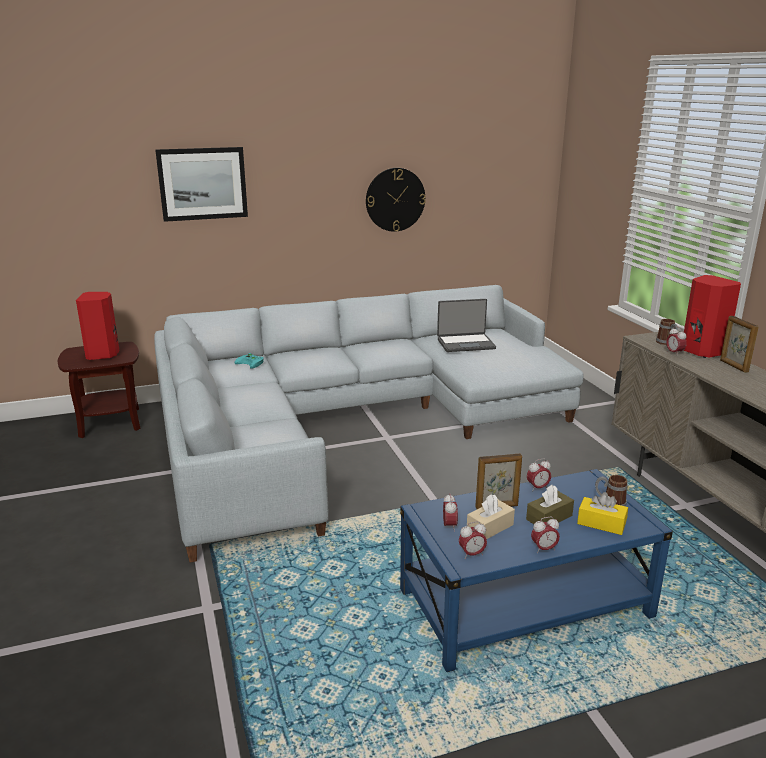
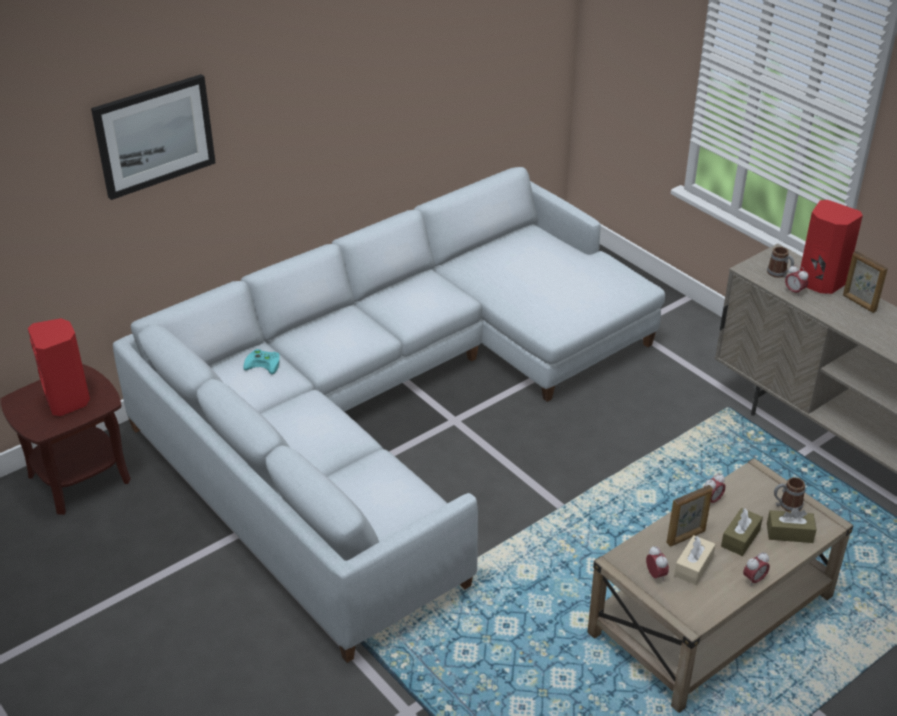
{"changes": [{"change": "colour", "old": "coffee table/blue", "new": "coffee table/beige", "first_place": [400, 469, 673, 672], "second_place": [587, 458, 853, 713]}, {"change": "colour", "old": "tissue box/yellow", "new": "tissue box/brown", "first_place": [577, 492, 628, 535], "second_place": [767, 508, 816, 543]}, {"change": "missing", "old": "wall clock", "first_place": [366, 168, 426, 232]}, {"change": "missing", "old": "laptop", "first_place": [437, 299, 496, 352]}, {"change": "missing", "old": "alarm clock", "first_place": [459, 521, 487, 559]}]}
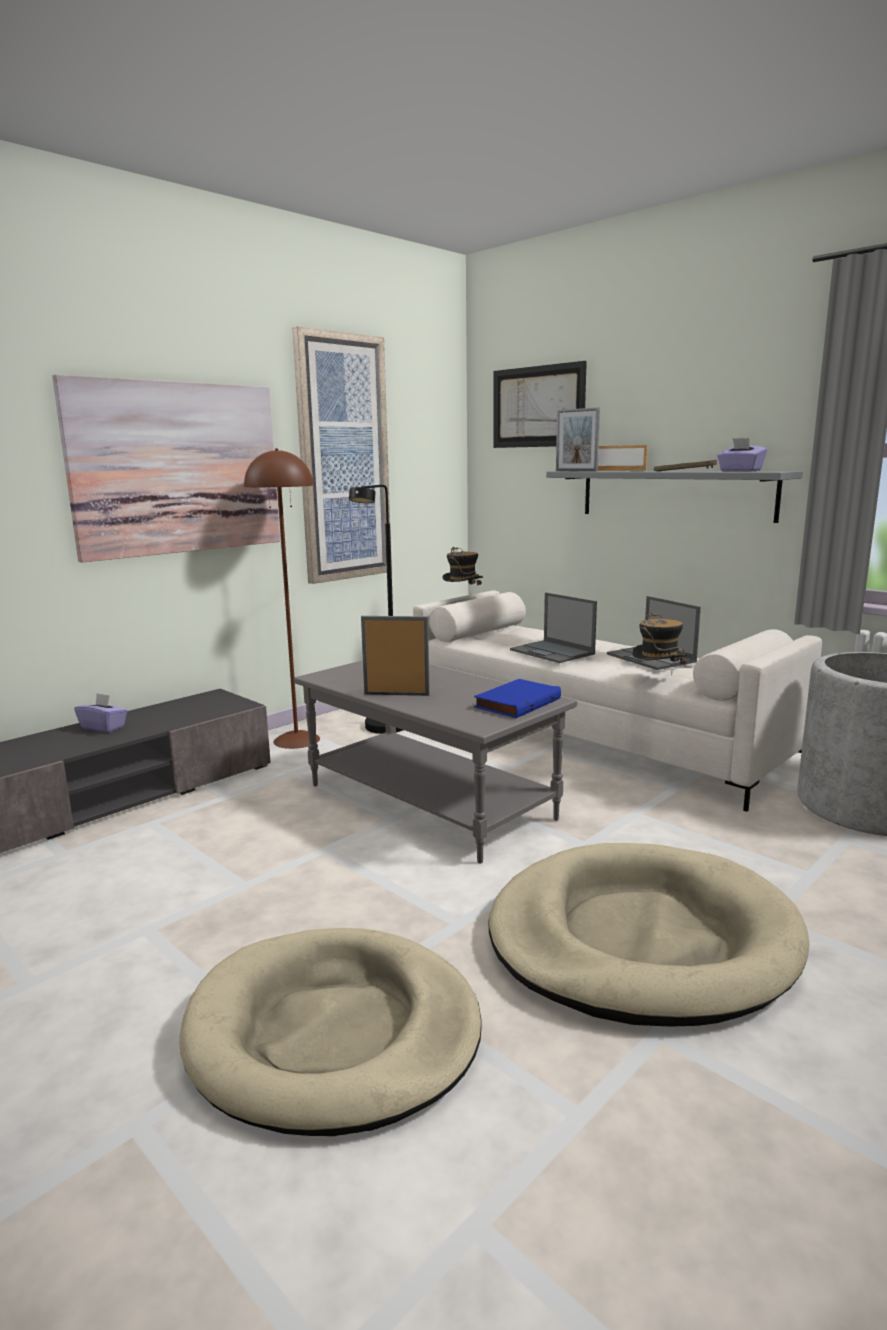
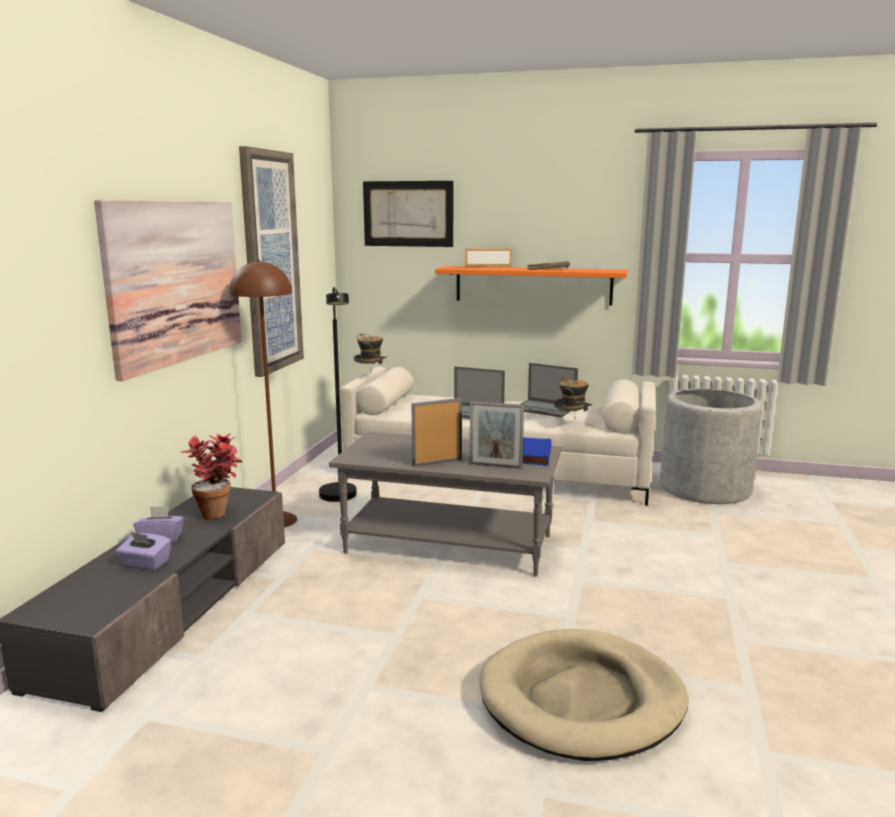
{"changes": [{"change": "relocated", "old": "tissue box/purple", "first_place": [717, 438, 767, 472], "second_place": [116, 532, 171, 571]}, {"change": "appeared", "new": "potted plant", "second_place": [181, 434, 242, 520]}, {"change": "colour", "old": "shelf/grey", "new": "shelf/orange", "first_place": [546, 471, 803, 523], "second_place": [435, 266, 628, 305]}, {"change": "relocated", "old": "picture frame", "first_place": [556, 407, 600, 471], "second_place": [470, 401, 524, 469]}, {"change": "missing", "old": "dog bed/beige", "first_place": [488, 843, 810, 1027]}]}
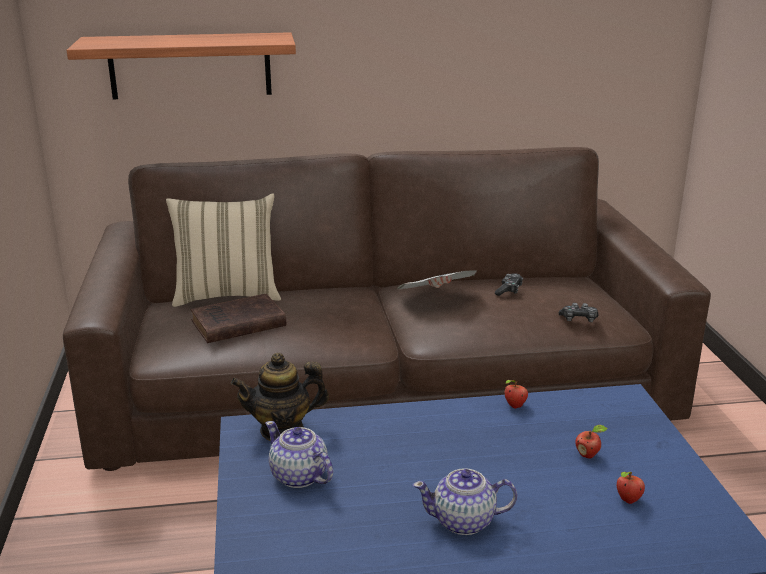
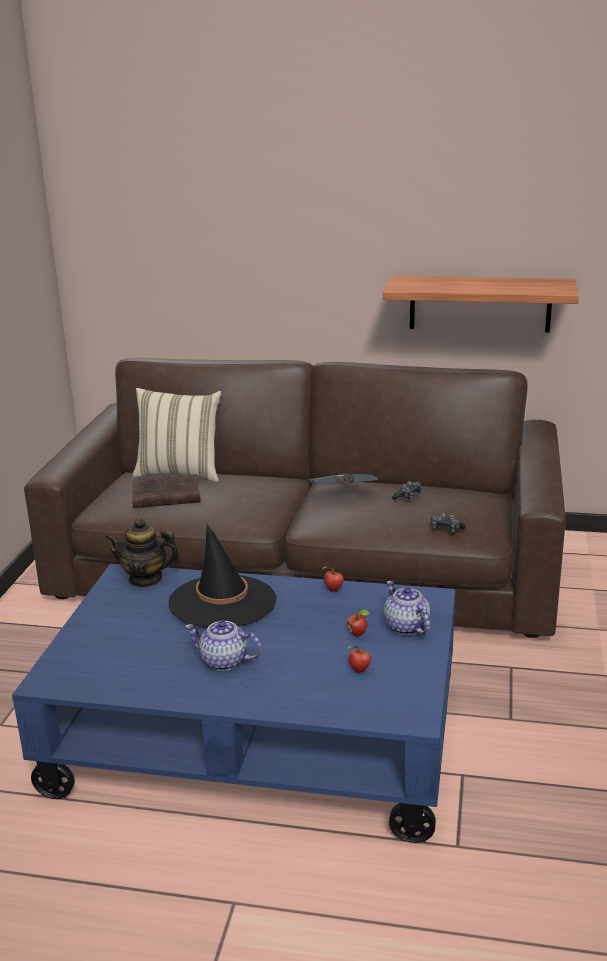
{"changes": [{"change": "appeared", "new": "hat/black", "second_place": [169, 523, 277, 628]}, {"change": "relocated", "old": "shelf", "first_place": [67, 32, 296, 99], "second_place": [383, 276, 579, 333]}, {"change": "relocated", "old": "teapot", "first_place": [265, 421, 333, 488], "second_place": [384, 581, 430, 635]}]}
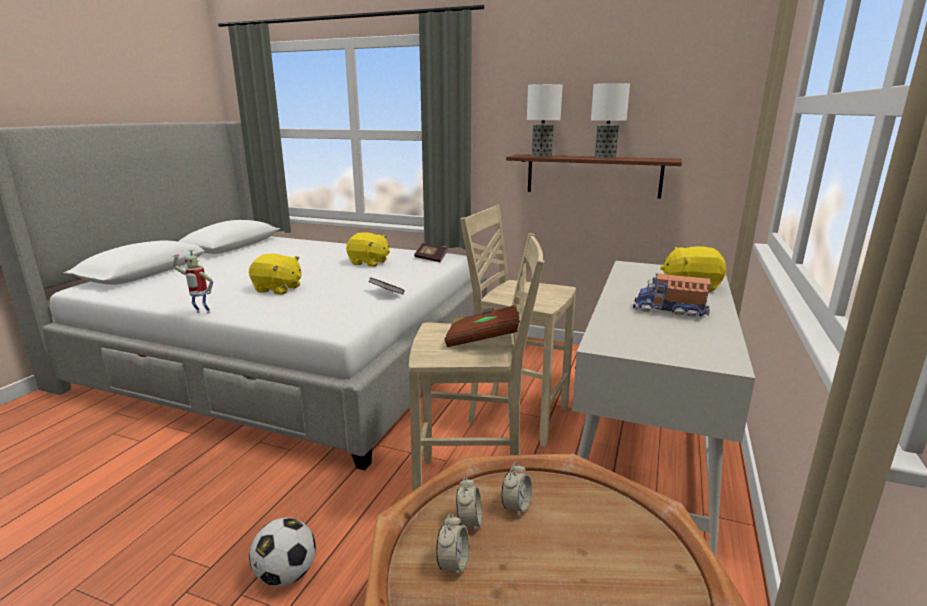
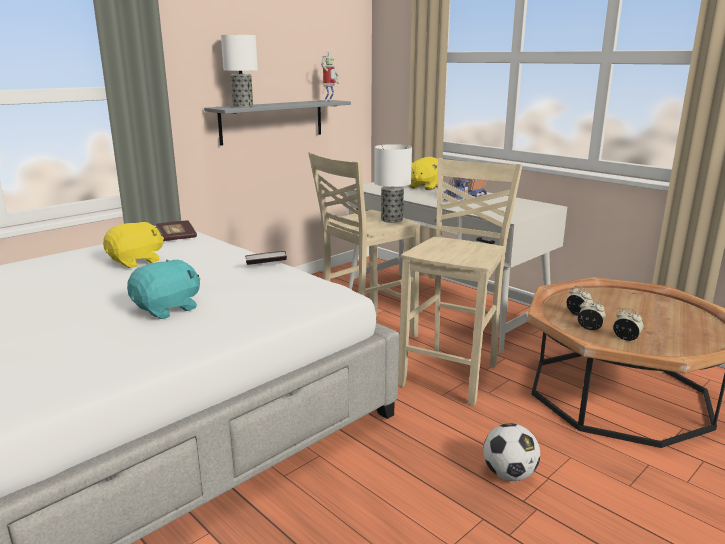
{"changes": [{"change": "colour", "old": "plush toy/yellow", "new": "plush toy/turquoise", "first_place": [249, 254, 302, 295], "second_place": [127, 260, 200, 319]}, {"change": "colour", "old": "shelf/brown", "new": "shelf/grey", "first_place": [506, 154, 682, 199], "second_place": [204, 100, 351, 146]}, {"change": "relocated", "old": "toy robot", "first_place": [172, 249, 213, 313], "second_place": [321, 53, 339, 101]}, {"change": "relocated", "old": "table lamp", "first_place": [591, 83, 630, 158], "second_place": [374, 144, 412, 223]}, {"change": "missing", "old": "book/brown", "first_place": [445, 304, 520, 347]}]}
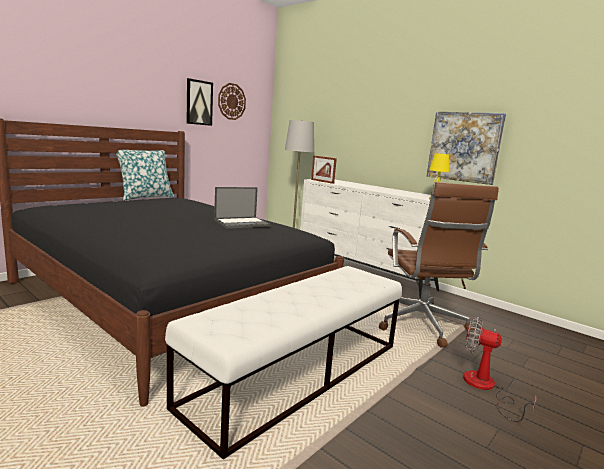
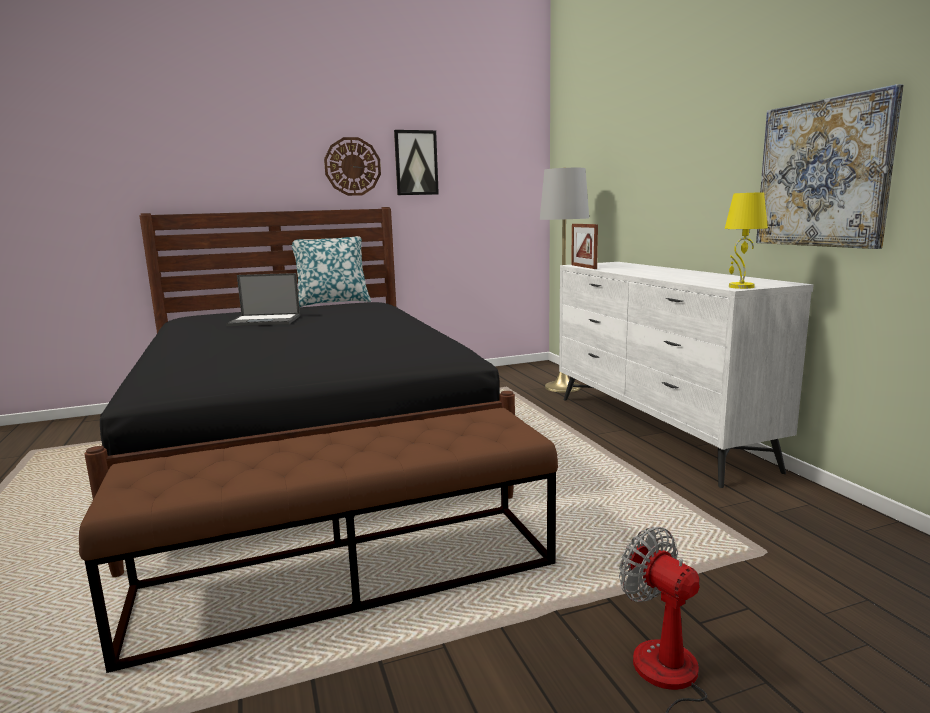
{"changes": [{"change": "colour", "old": "bench/white", "new": "bench/brown", "first_place": [165, 266, 402, 459], "second_place": [79, 408, 558, 673]}, {"change": "relocated", "old": "laptop", "first_place": [214, 187, 271, 229], "second_place": [226, 273, 300, 327]}, {"change": "relocated", "old": "wall clock", "first_place": [218, 83, 246, 120], "second_place": [324, 137, 381, 196]}, {"change": "missing", "old": "office chair/brown", "first_place": [379, 182, 499, 348]}]}
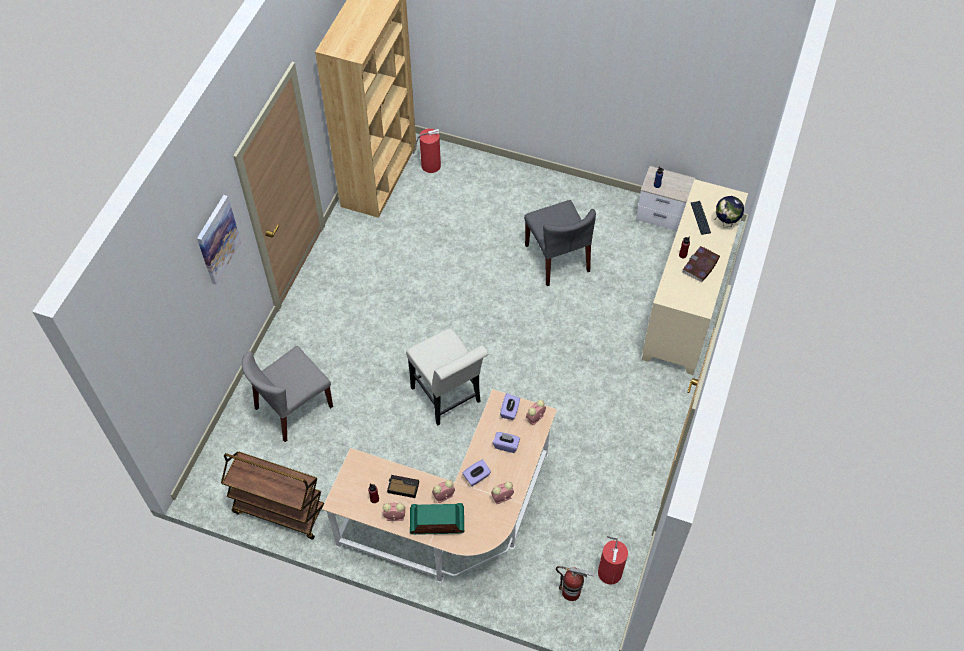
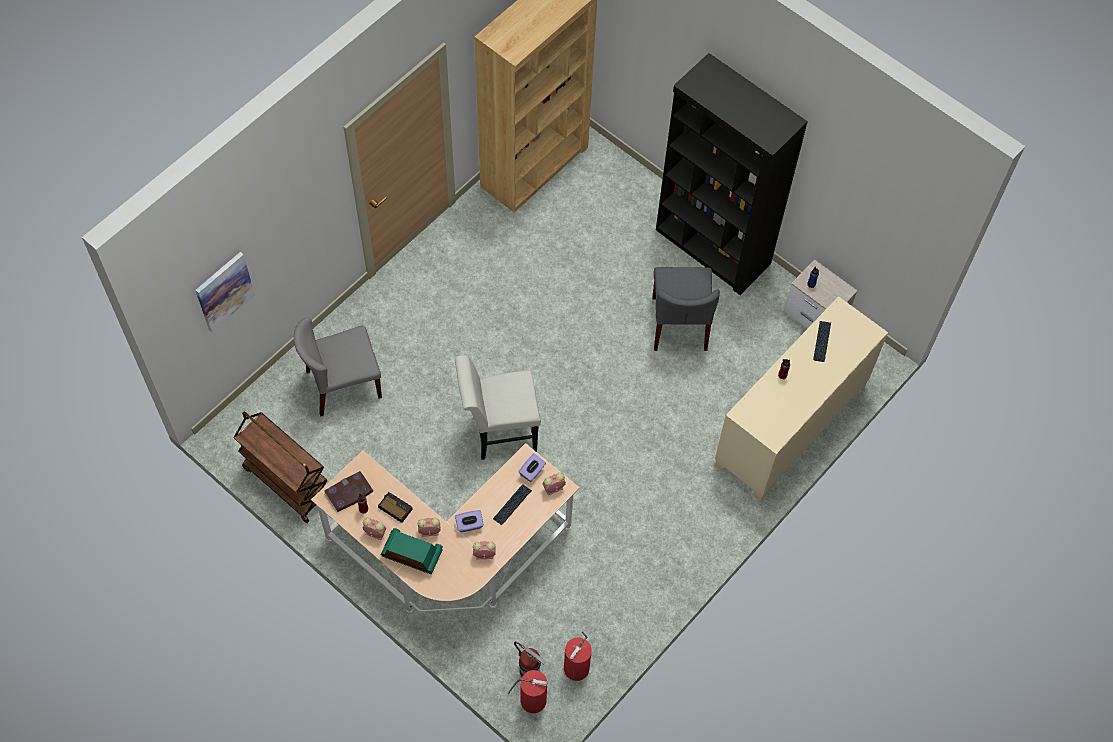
{"changes": [{"change": "relocated", "old": "picture", "first_place": [197, 195, 241, 285], "second_place": [195, 252, 255, 332]}, {"change": "relocated", "old": "book", "first_place": [682, 246, 720, 283], "second_place": [324, 471, 373, 512]}, {"change": "spun", "old": "chair/white", "first_place": [406, 328, 488, 425], "second_place": [455, 355, 541, 460], "degrees": 90}, {"change": "exchanged", "old": "tissue box/purple", "new": "keyboard", "first_place": [493, 432, 520, 453], "second_place": [493, 484, 532, 525]}, {"change": "relocated", "old": "fire extinguisher", "first_place": [413, 129, 441, 173], "second_place": [508, 670, 547, 713]}, {"change": "appeared", "new": "bookcase/black", "second_place": [656, 53, 808, 295]}, {"change": "missing", "old": "globe", "first_place": [715, 196, 744, 227]}]}
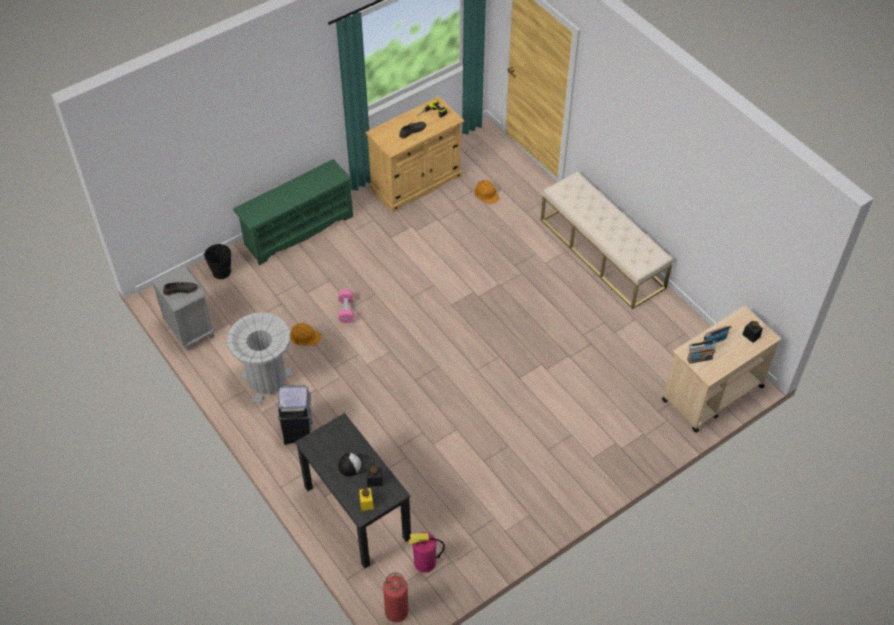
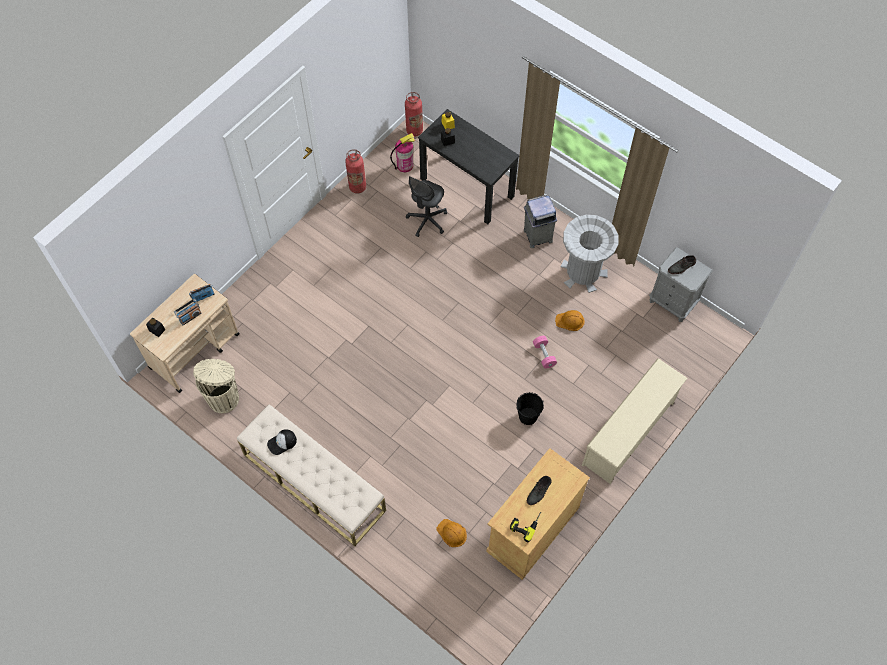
{"changes": [{"change": "appeared", "new": "trash can/beige", "second_place": [193, 359, 239, 413]}, {"change": "relocated", "old": "cap", "first_place": [338, 453, 372, 477], "second_place": [267, 429, 297, 455]}, {"change": "appeared", "new": "fire extinguisher", "second_place": [345, 149, 366, 194]}, {"change": "appeared", "new": "office chair/grey", "second_place": [406, 176, 447, 237]}, {"change": "relocated", "old": "bucket/black", "first_place": [204, 244, 231, 279], "second_place": [517, 392, 544, 425]}, {"change": "colour", "old": "shoe rack/green", "new": "shoe rack/beige", "first_place": [233, 159, 353, 265], "second_place": [582, 358, 688, 484]}]}
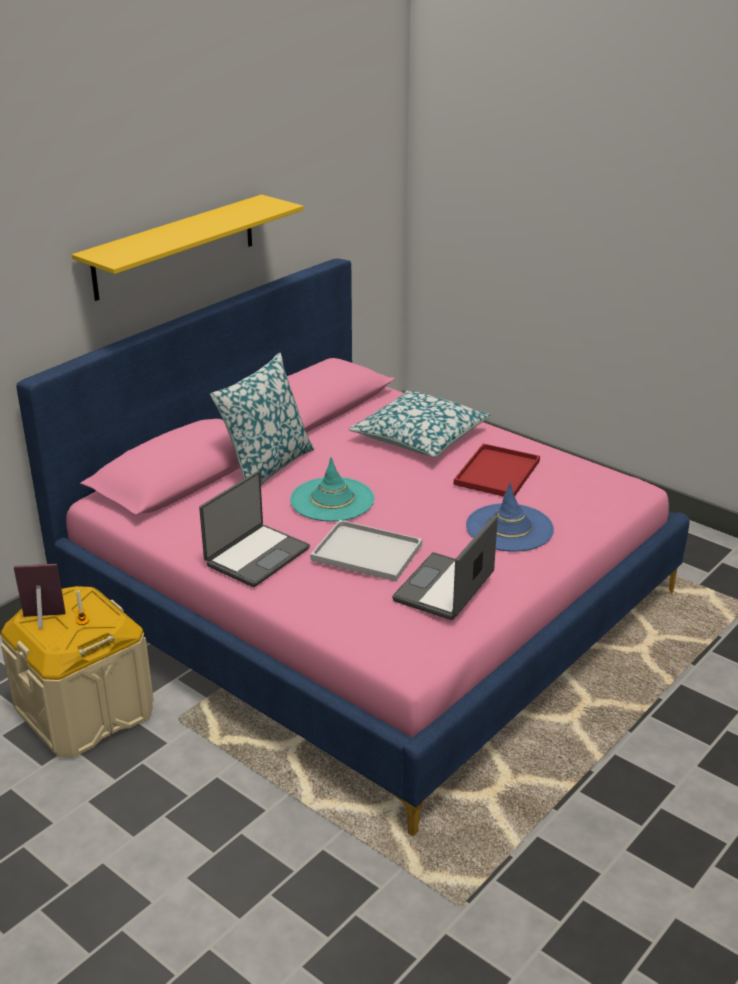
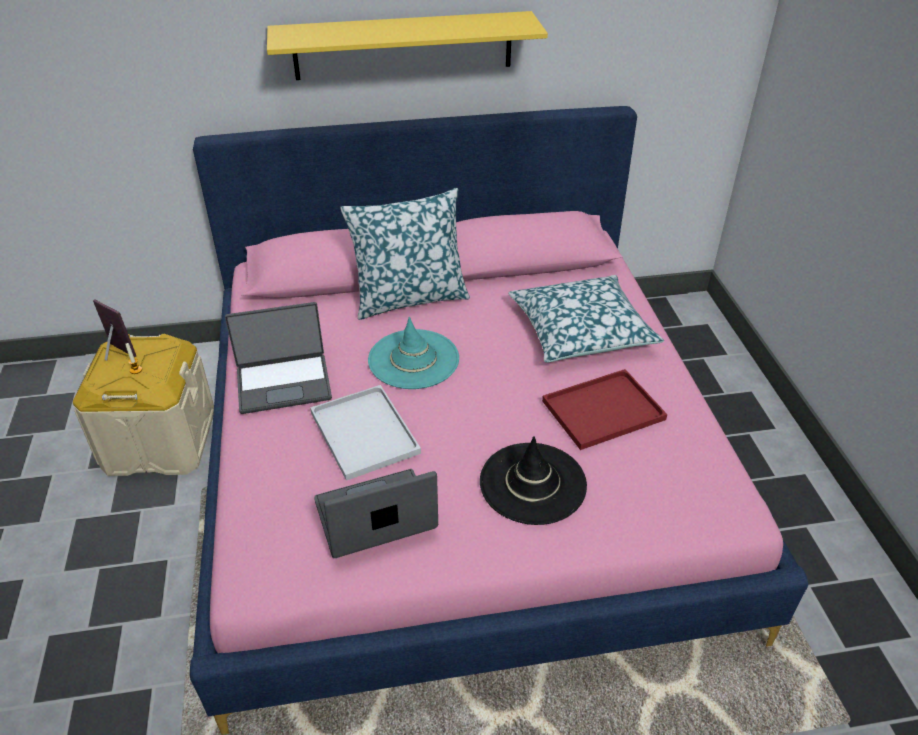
{"changes": [{"change": "colour", "old": "hat/blue", "new": "hat/black", "first_place": [466, 483, 554, 552], "second_place": [480, 436, 587, 525]}]}
